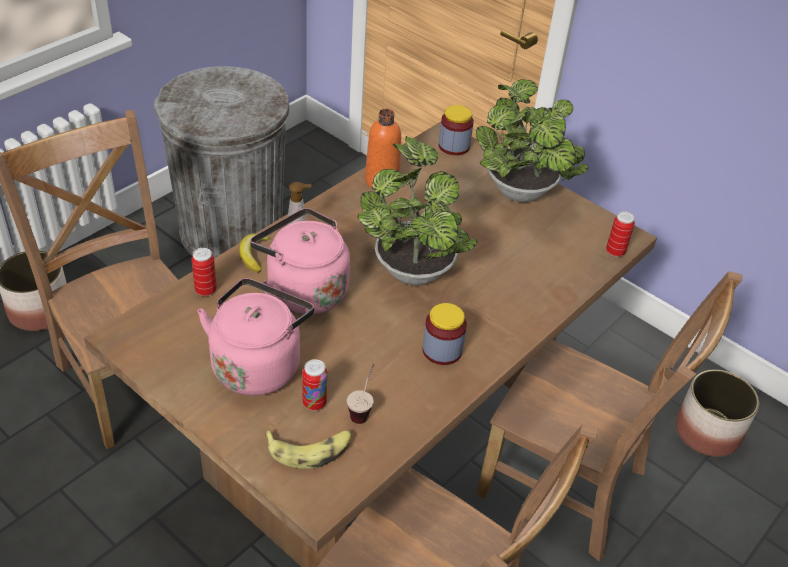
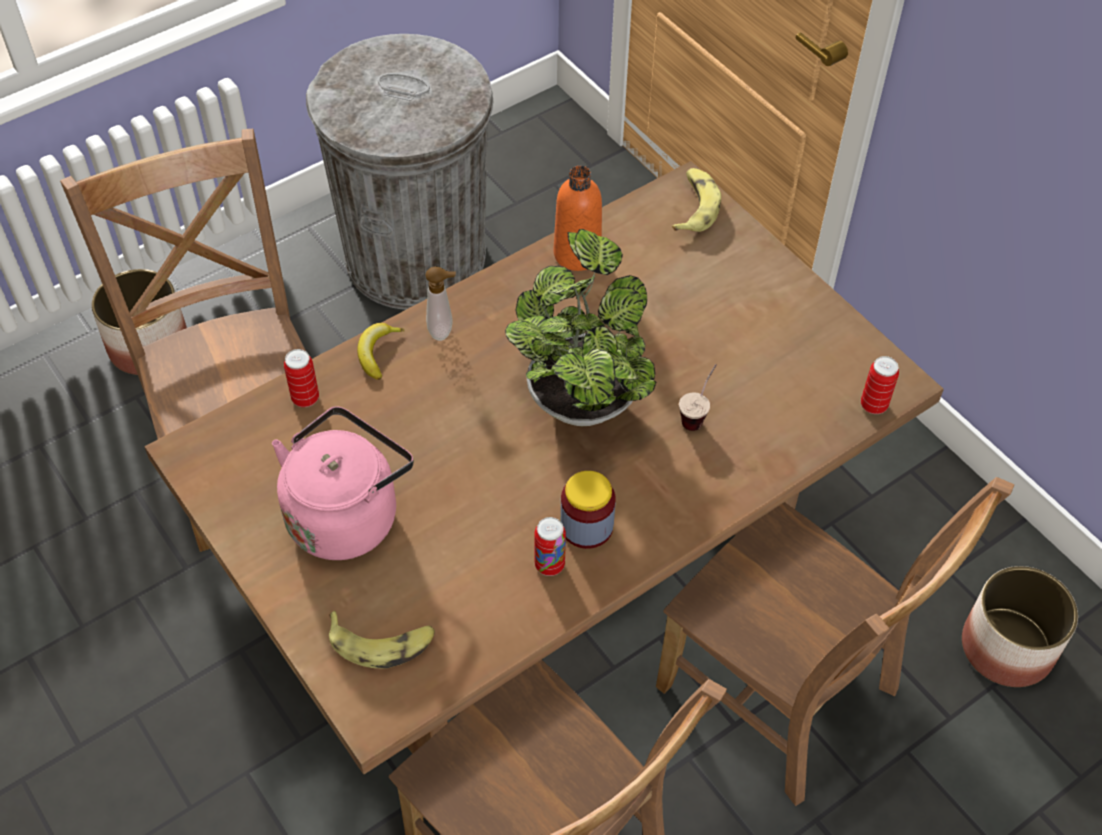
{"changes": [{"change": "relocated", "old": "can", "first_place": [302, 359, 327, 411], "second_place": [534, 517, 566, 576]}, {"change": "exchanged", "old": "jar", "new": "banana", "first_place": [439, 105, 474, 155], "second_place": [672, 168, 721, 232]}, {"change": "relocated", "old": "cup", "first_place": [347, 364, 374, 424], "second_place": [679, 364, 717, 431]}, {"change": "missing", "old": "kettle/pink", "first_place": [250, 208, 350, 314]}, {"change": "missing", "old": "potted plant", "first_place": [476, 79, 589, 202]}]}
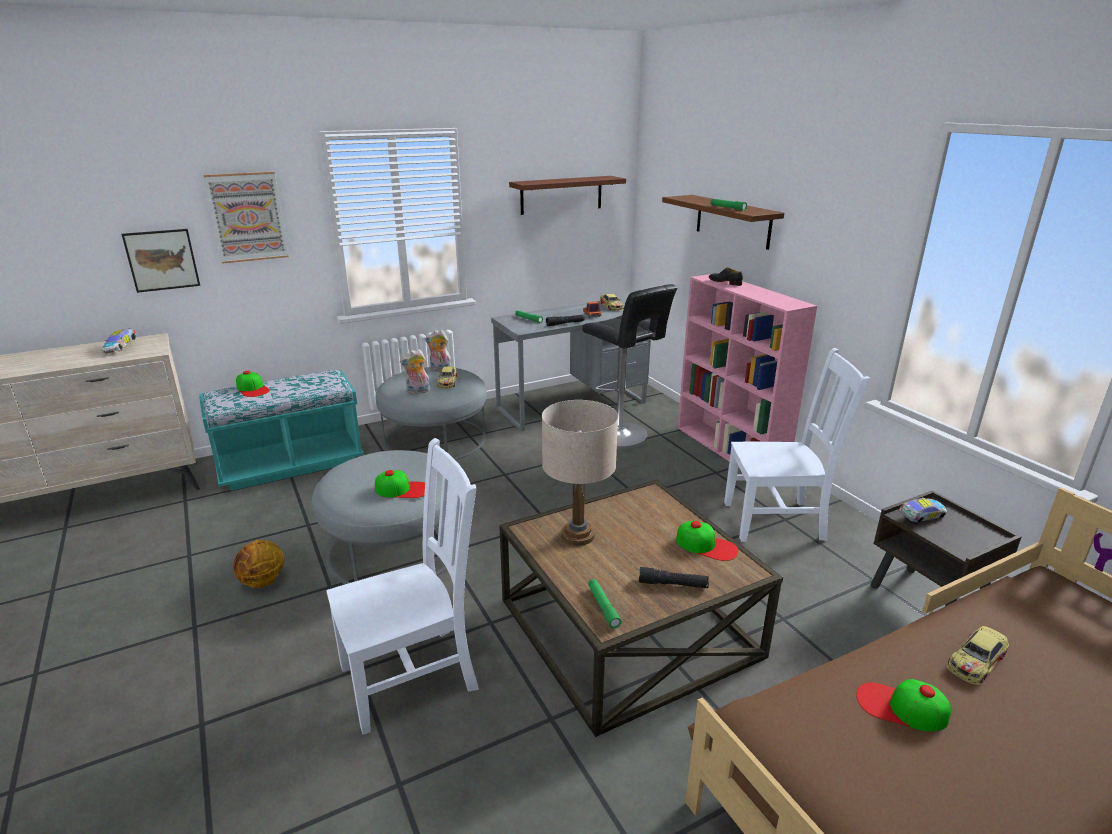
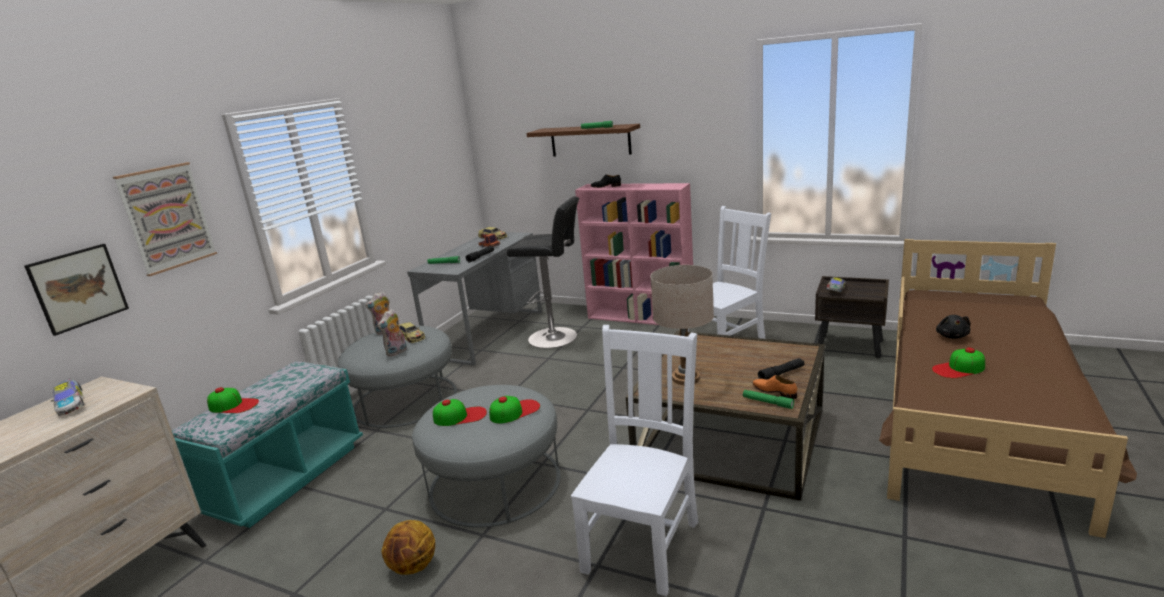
{"changes": [{"change": "relocated", "old": "cap", "first_place": [676, 521, 739, 561], "second_place": [433, 399, 487, 426]}, {"change": "appeared", "new": "shoe/orange", "second_place": [753, 375, 797, 399]}, {"change": "exchanged", "old": "toy car", "new": "plush toy/black", "first_place": [947, 626, 1009, 685], "second_place": [936, 315, 970, 339]}, {"change": "missing", "old": "shelf/brown", "first_place": [509, 176, 626, 215]}]}
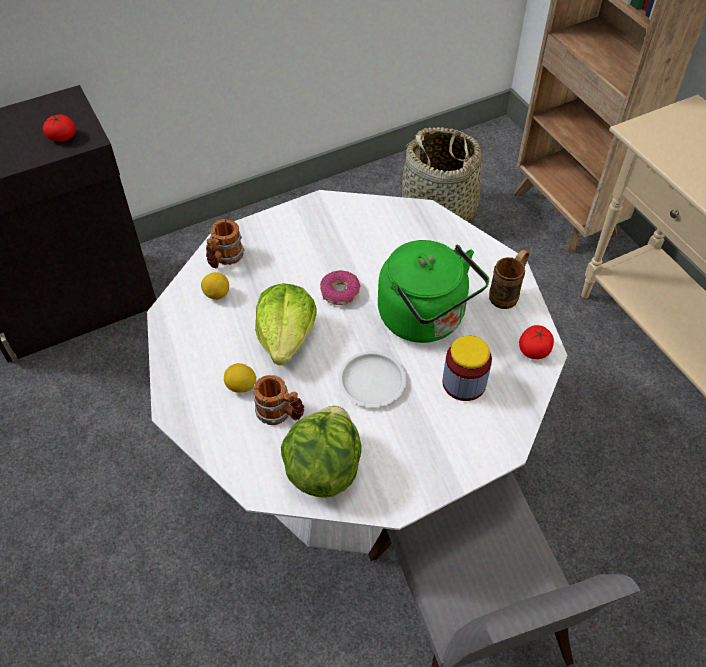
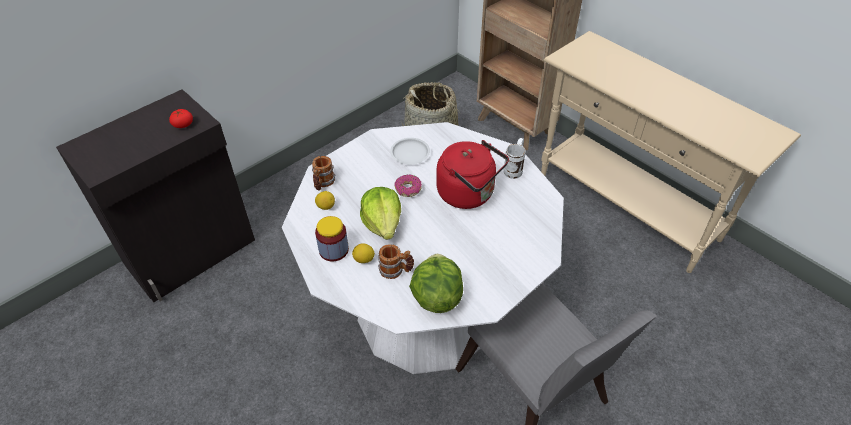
{"changes": [{"change": "relocated", "old": "jar", "first_place": [442, 335, 492, 401], "second_place": [315, 216, 349, 261]}, {"change": "relocated", "old": "plate/white", "first_place": [339, 351, 406, 407], "second_place": [390, 138, 430, 164]}, {"change": "colour", "old": "kettle/green", "new": "kettle/red", "first_place": [378, 240, 489, 343], "second_place": [436, 140, 509, 209]}, {"change": "colour", "old": "mug/brown", "new": "mug/white", "first_place": [489, 250, 529, 309], "second_place": [503, 138, 526, 179]}, {"change": "missing", "old": "tomato", "first_place": [519, 325, 554, 359]}]}
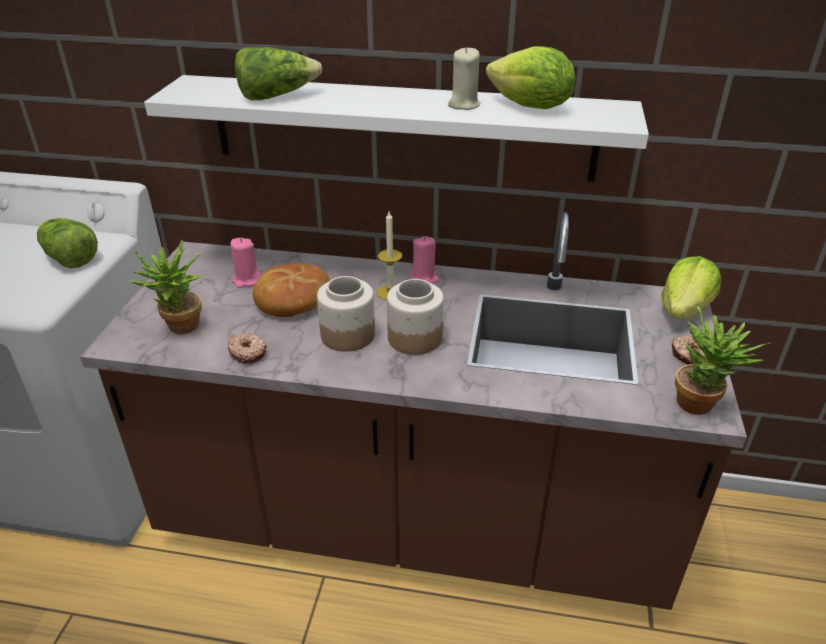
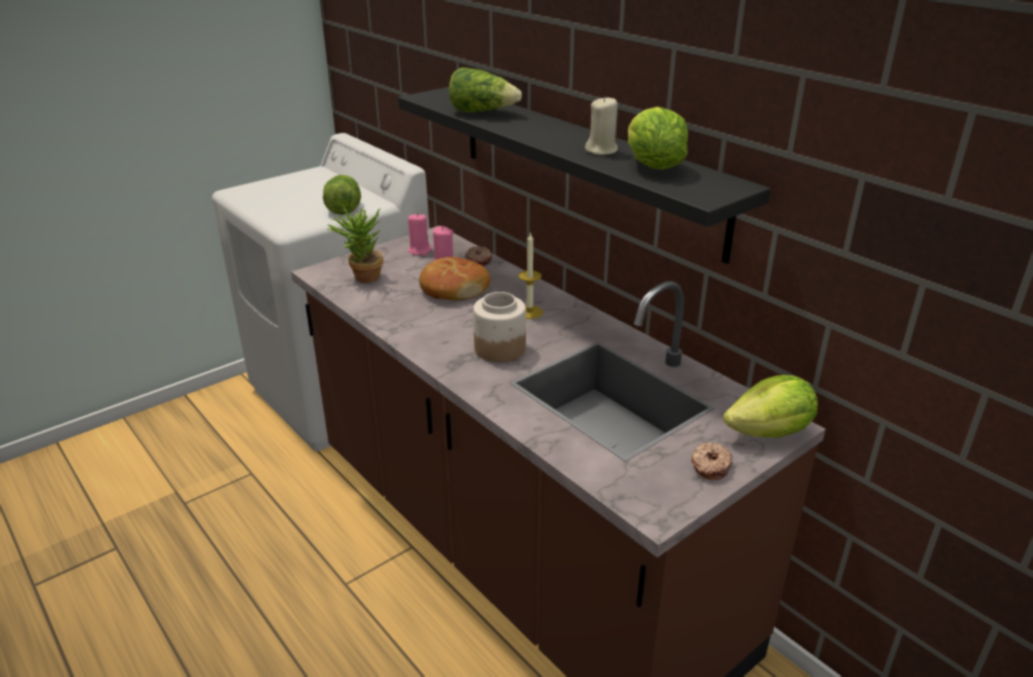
{"changes": [{"change": "colour", "old": "shelf/white", "new": "shelf/black", "first_place": [144, 75, 649, 182], "second_place": [398, 87, 771, 264]}, {"change": "relocated", "old": "candle/pink", "first_place": [410, 236, 439, 284], "second_place": [408, 213, 431, 256]}, {"change": "relocated", "old": "donut", "first_place": [228, 333, 267, 364], "second_place": [465, 246, 492, 266]}, {"change": "missing", "old": "jar", "first_place": [317, 276, 375, 352]}, {"change": "missing", "old": "potted plant", "first_place": [675, 306, 770, 415]}]}
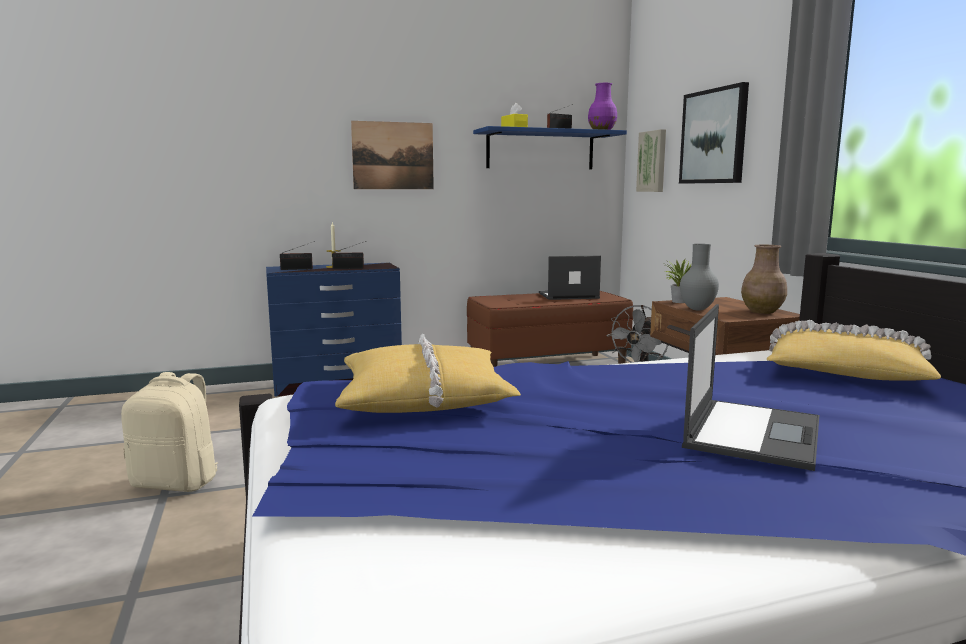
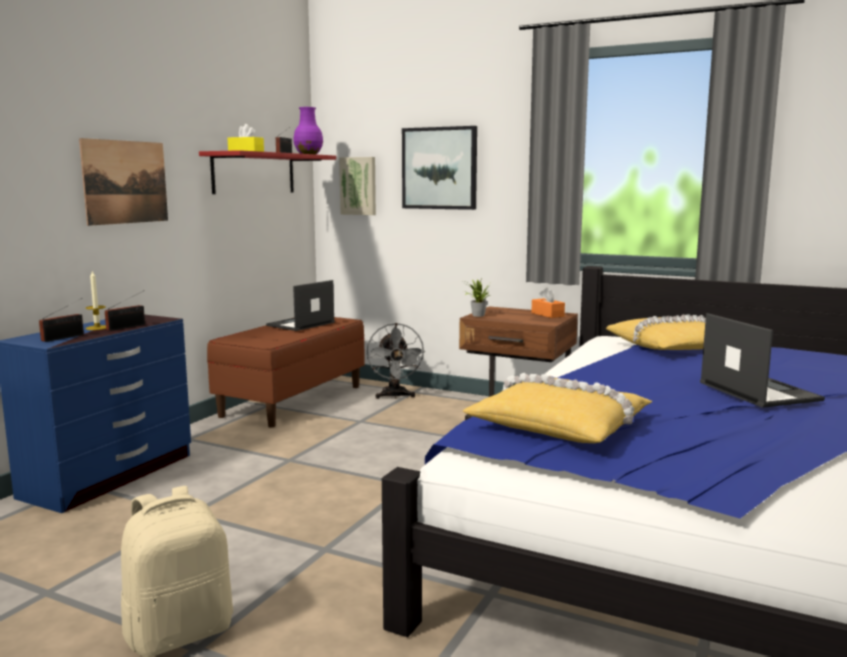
{"changes": [{"change": "colour", "old": "shelf/blue", "new": "shelf/red", "first_place": [473, 126, 627, 169], "second_place": [199, 150, 336, 194]}, {"change": "exchanged", "old": "vase/brown", "new": "tissue box/orange", "first_place": [741, 245, 787, 314], "second_place": [531, 288, 565, 318]}, {"change": "missing", "old": "vase/grey", "first_place": [680, 244, 719, 310]}]}
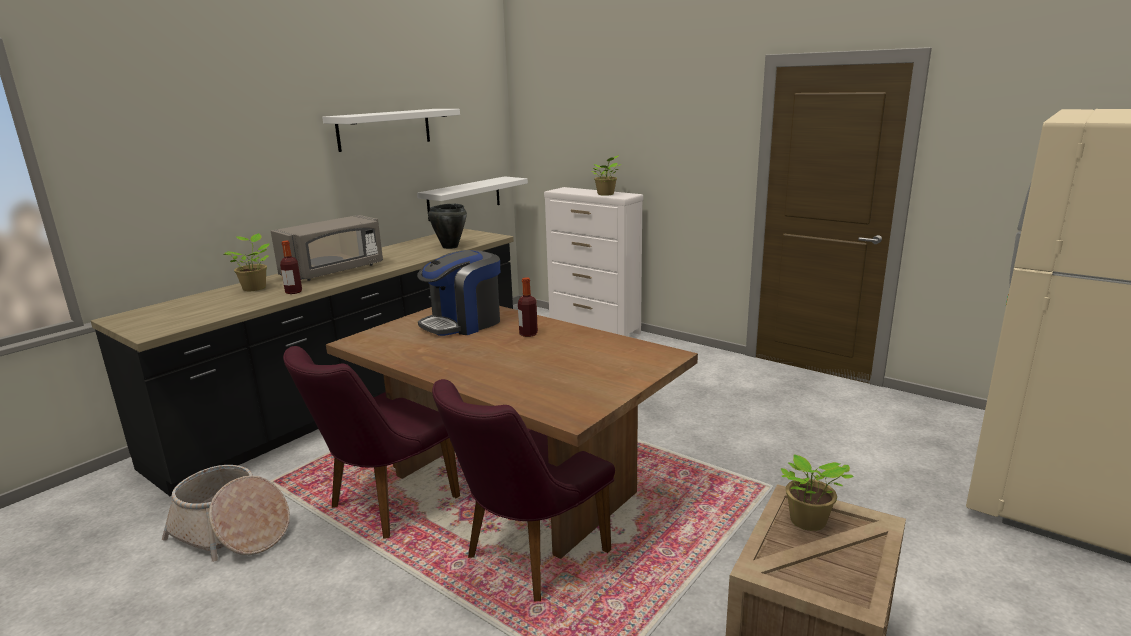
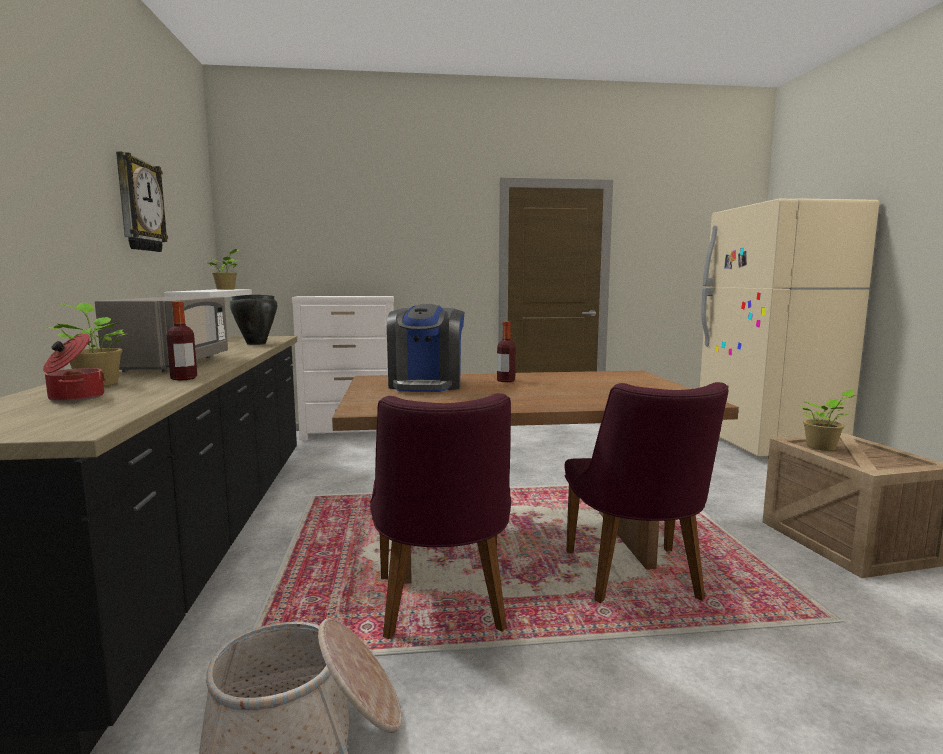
{"changes": [{"change": "appeared", "new": "cooking pot", "second_place": [43, 333, 105, 402]}, {"change": "exchanged", "old": "shelf/white", "new": "wall clock", "first_place": [322, 109, 460, 152], "second_place": [116, 151, 168, 252]}, {"change": "relocated", "old": "potted plant", "first_place": [592, 155, 622, 196], "second_place": [209, 249, 238, 290]}]}
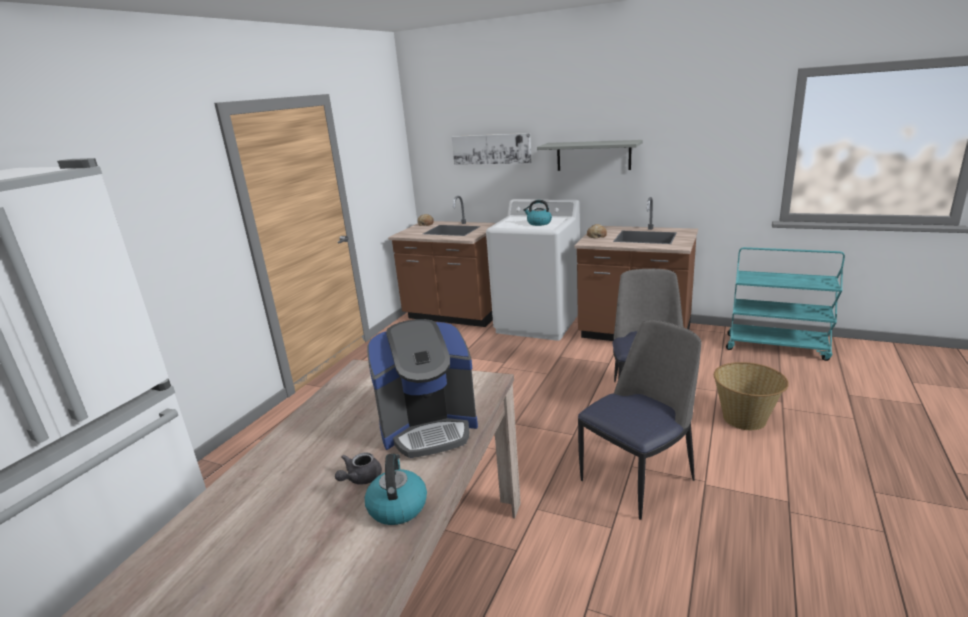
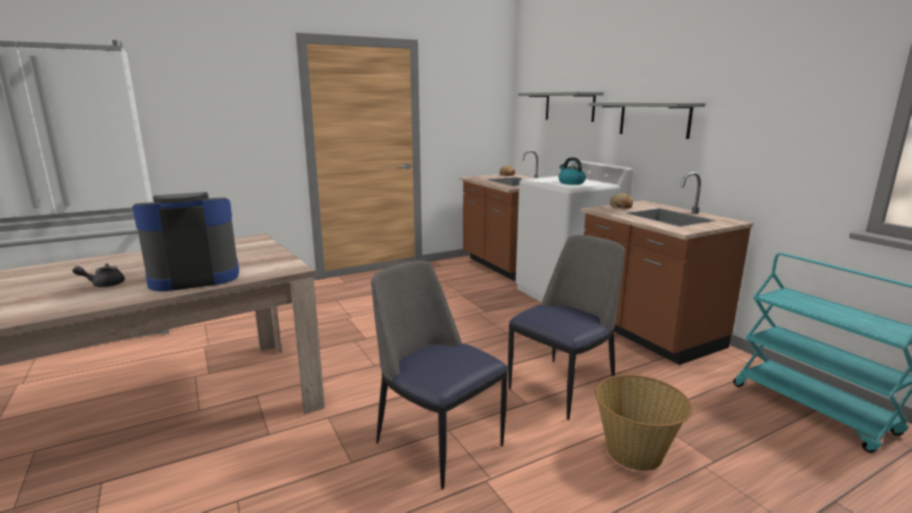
{"changes": [{"change": "spun", "old": "coffee machine", "first_place": [367, 319, 478, 458], "second_place": [132, 192, 239, 291], "degrees": 135}, {"change": "spun", "old": "chair", "first_place": [578, 320, 702, 520], "second_place": [371, 261, 508, 490], "degrees": -135}, {"change": "exchanged", "old": "picture", "new": "shelf/grey", "first_place": [452, 133, 531, 165], "second_place": [518, 92, 604, 122]}, {"change": "missing", "old": "kettle", "first_place": [365, 453, 427, 525]}]}
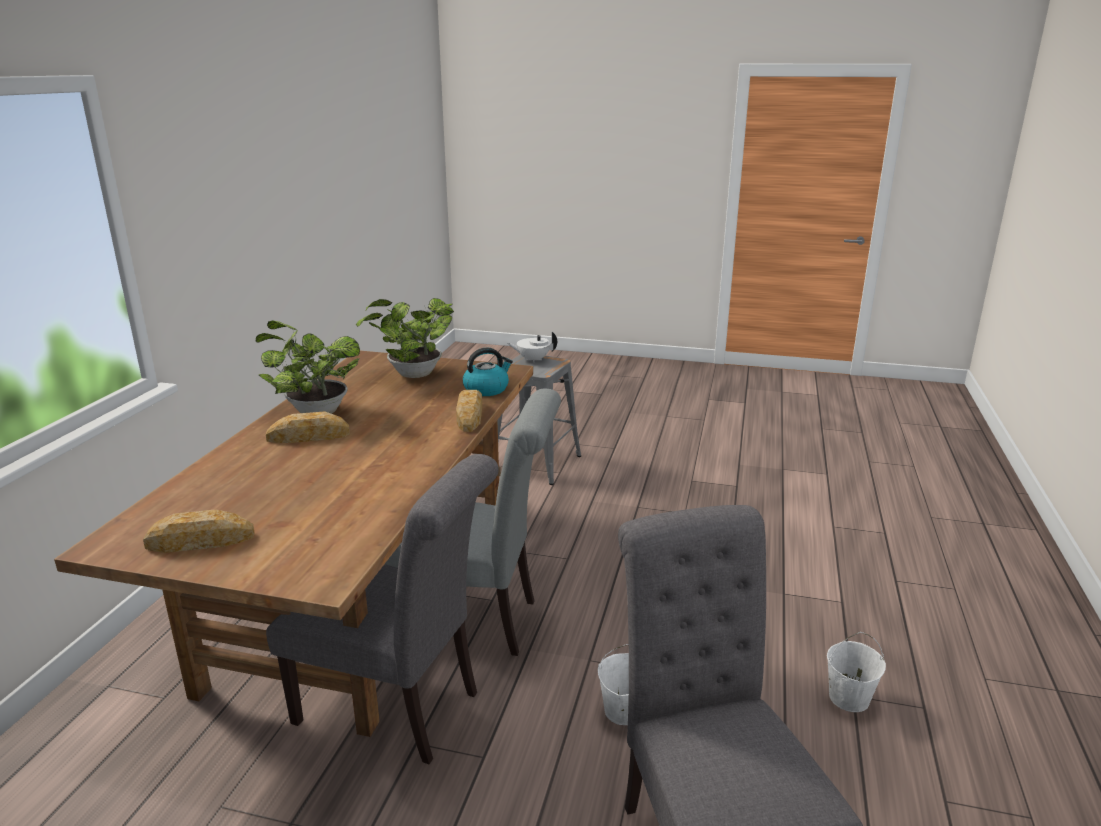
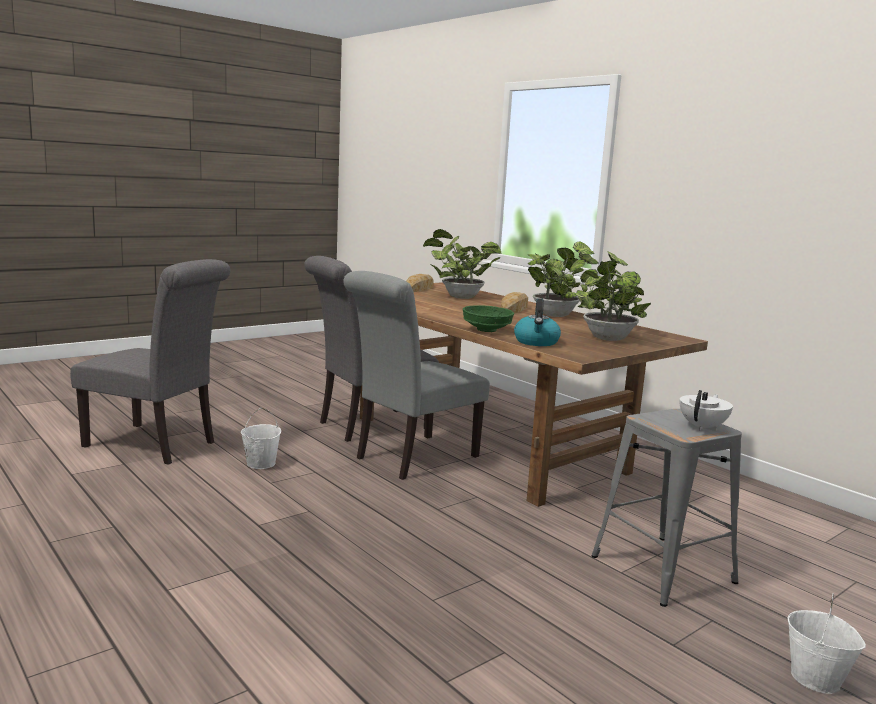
{"changes": [{"change": "appeared", "new": "potted plant", "second_place": [423, 229, 501, 299]}, {"change": "exchanged", "old": "bread", "new": "bowl/green", "first_place": [456, 390, 482, 432], "second_place": [463, 305, 514, 332]}, {"change": "relocated", "old": "bucket/white", "first_place": [827, 632, 886, 712], "second_place": [788, 593, 866, 694]}]}
